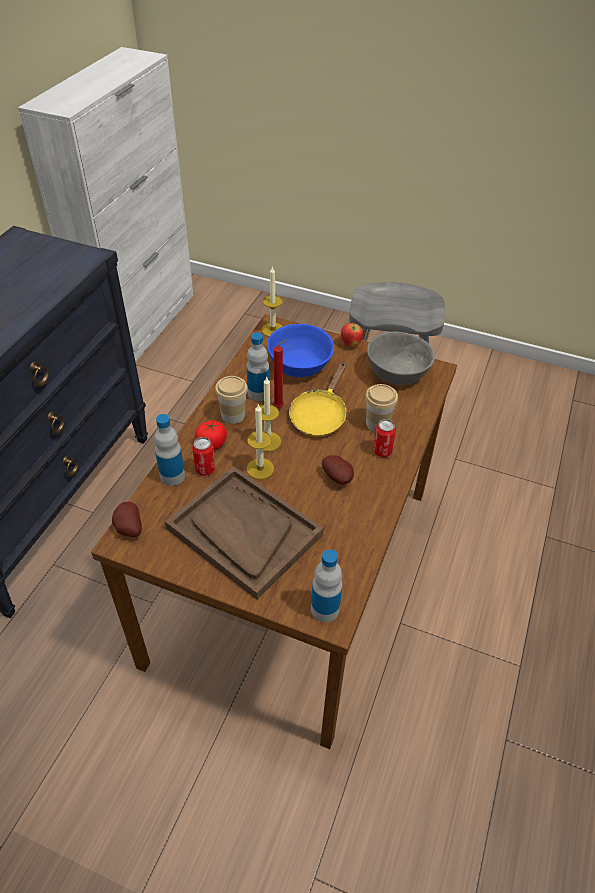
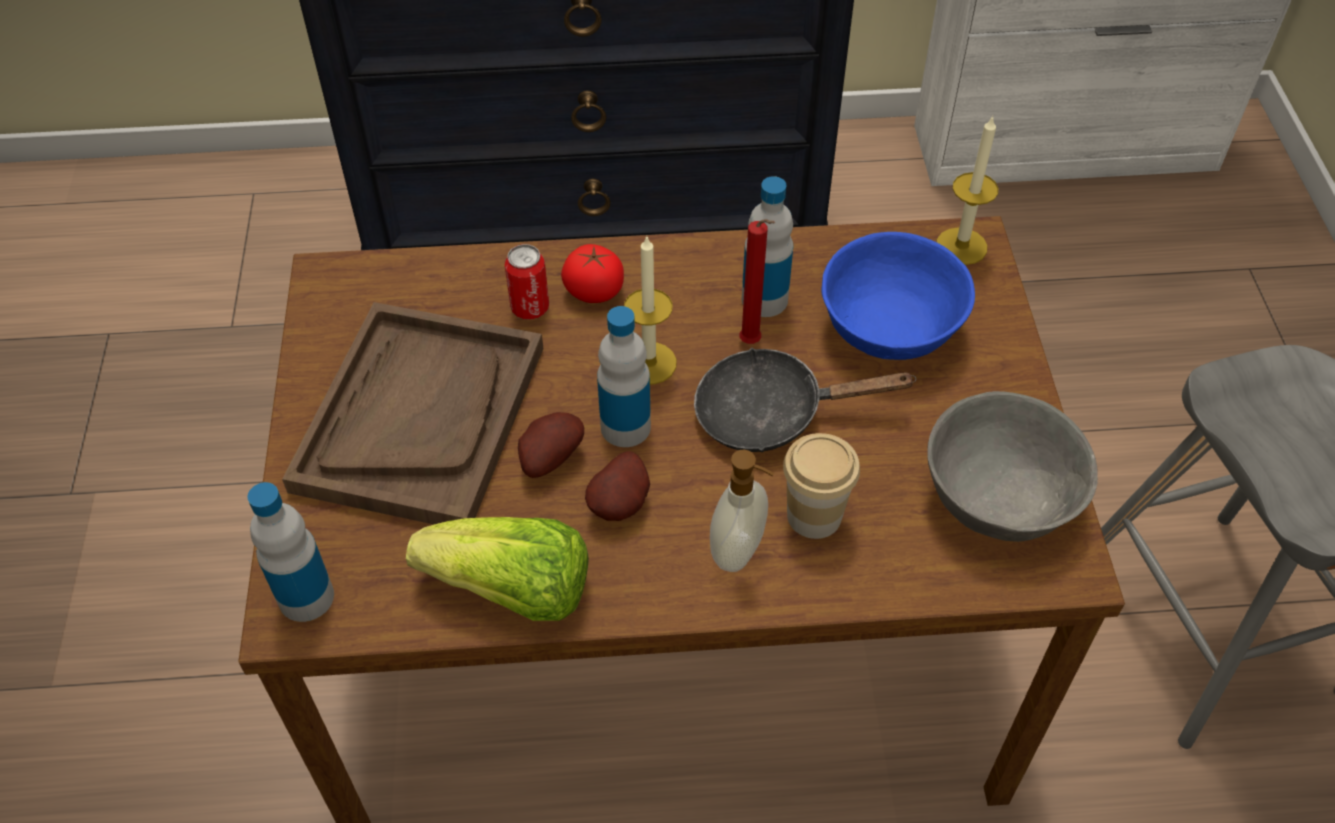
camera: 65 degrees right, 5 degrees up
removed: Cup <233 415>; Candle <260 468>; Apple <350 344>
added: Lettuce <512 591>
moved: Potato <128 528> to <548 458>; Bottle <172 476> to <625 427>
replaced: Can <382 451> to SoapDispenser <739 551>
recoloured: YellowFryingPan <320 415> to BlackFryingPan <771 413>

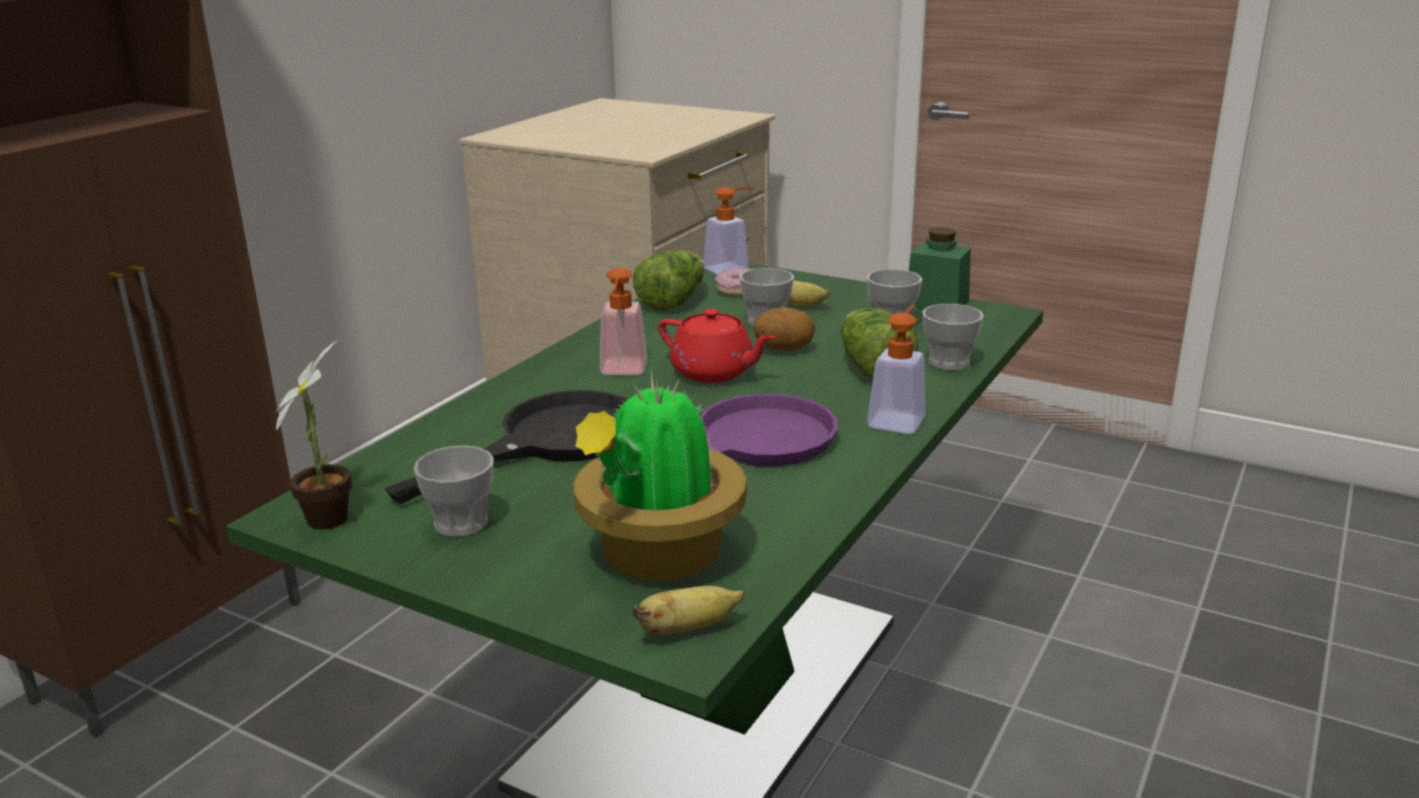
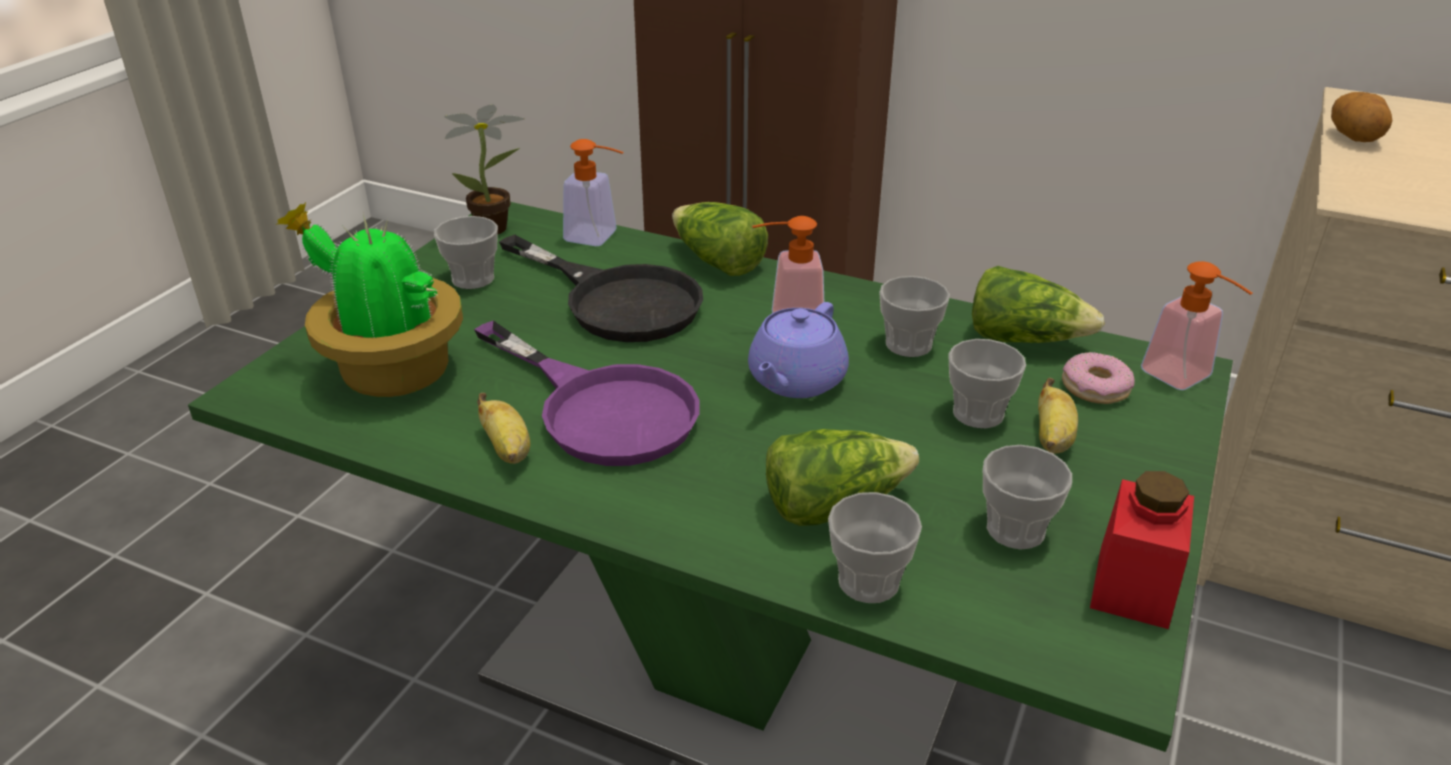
camera: 85 degrees right, 10 degrees up
added: Lettuce <717 262>; Cup <908 344>
moved: Banana <688 629> to <508 450>; SoapDispenser <899 418> to <599 238>; Potato <784 349> to <1354 138>
recoloured: RedTeapot <714 372> to PurpleTeapot <795 380>; GreenJar <937 303> to RedJar <1133 586>

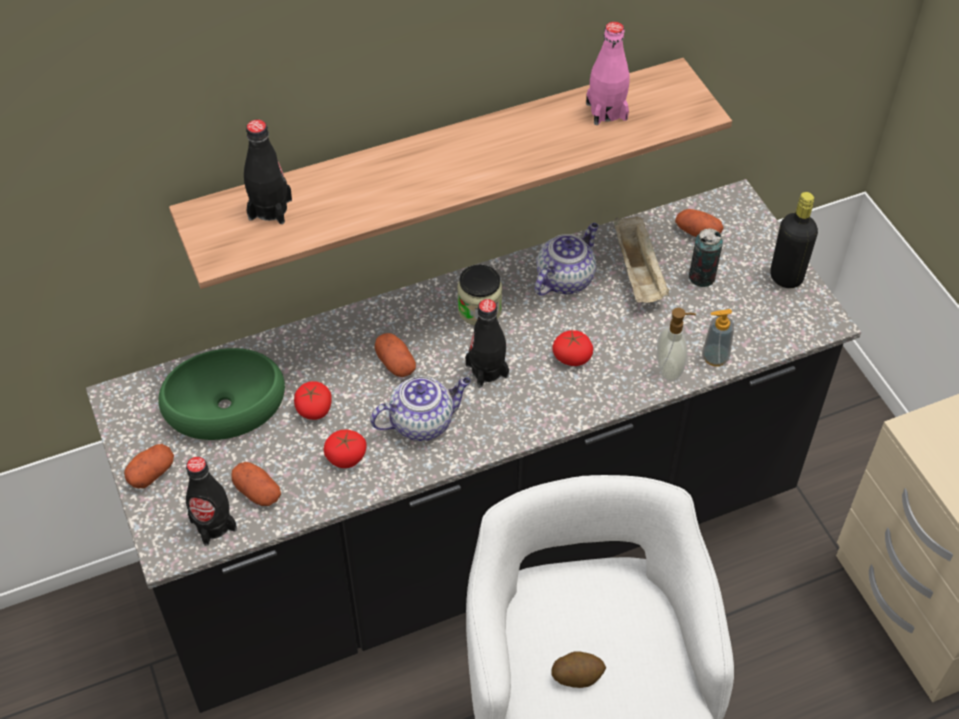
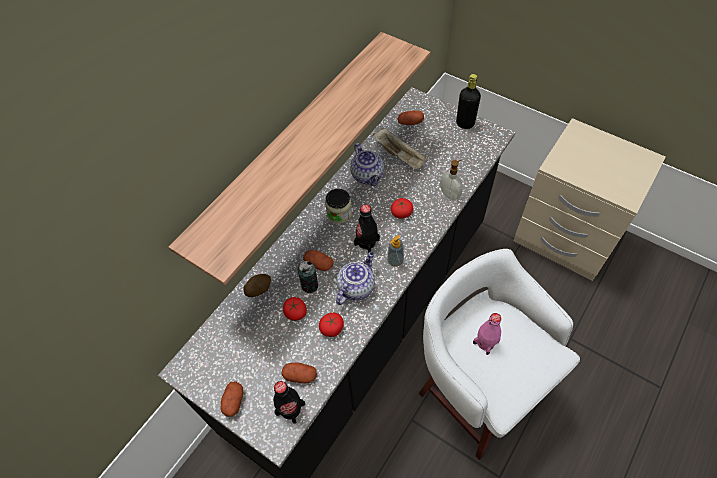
camera: 30 degrees left, 5 degrees up
removed: GreenBowl <225 404>; BlackBottle <270 209>
moved: Potato <577 675> to <259 289>; Can <702 277> to <310 286>; SoapDispenser <715 357> to <395 260>; PinkBottle <606 111> to <485 342>
turned: Teapot <565 278> = <368 176> 150 degrees clockwise

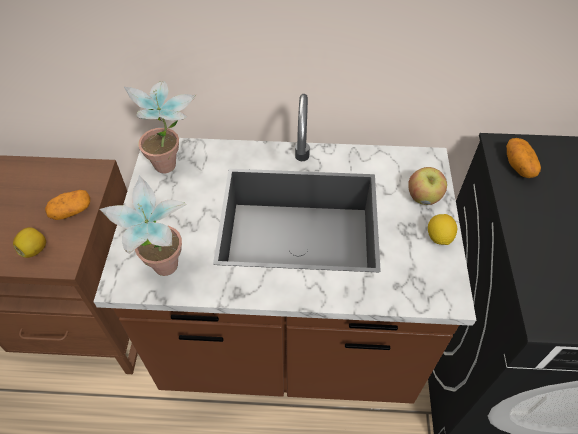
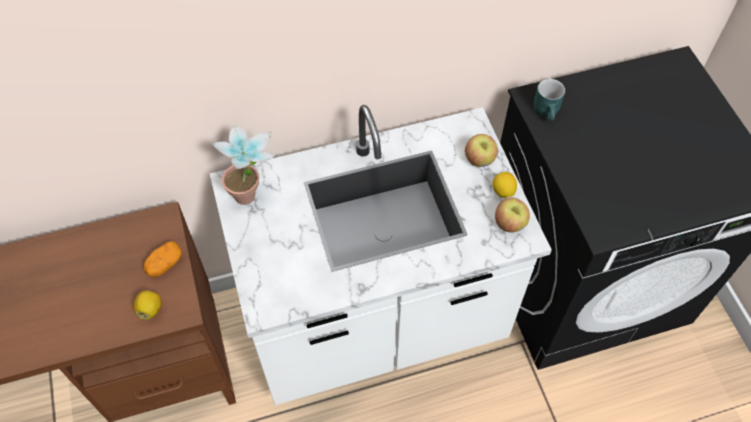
camera: 20 degrees left, 5 degrees up
removed: PottedPlant <165 274>
added: Apple <509 224>
replaced: Potato <519 166> to TurquoiseMug <548 112>
recoloured: BrownCounter <289 344> to WhiteCounter <375 323>

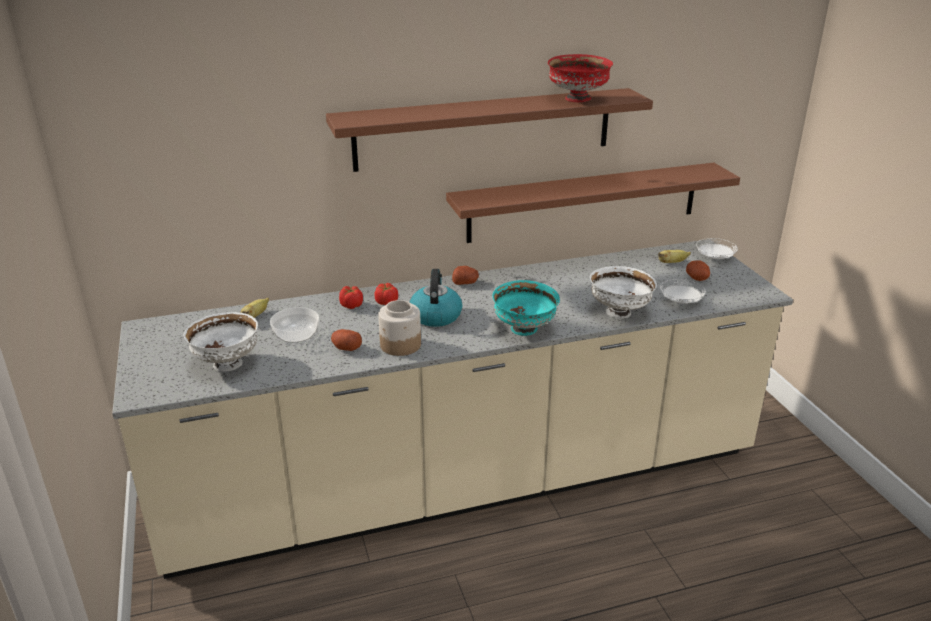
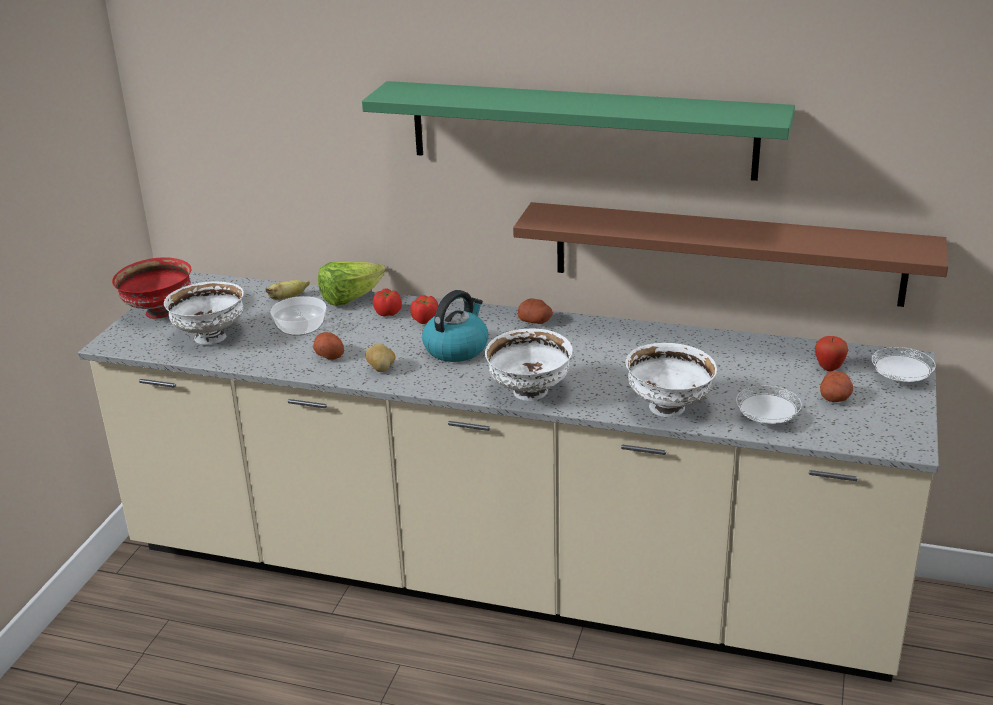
camera: 35 degrees right, 0 degrees up
added: Lettuce <350 298>
moved: RedBowl <578 99> to <159 313>
replaced: Jar <400 345> to Potato <381 369>; Banana <672 262> to Apple <829 368>
recoloured: BrownShelf <484 129> to GreenShelf <581 129>; TurquoiseBowl <525 329> to WhiteBowl <530 393>

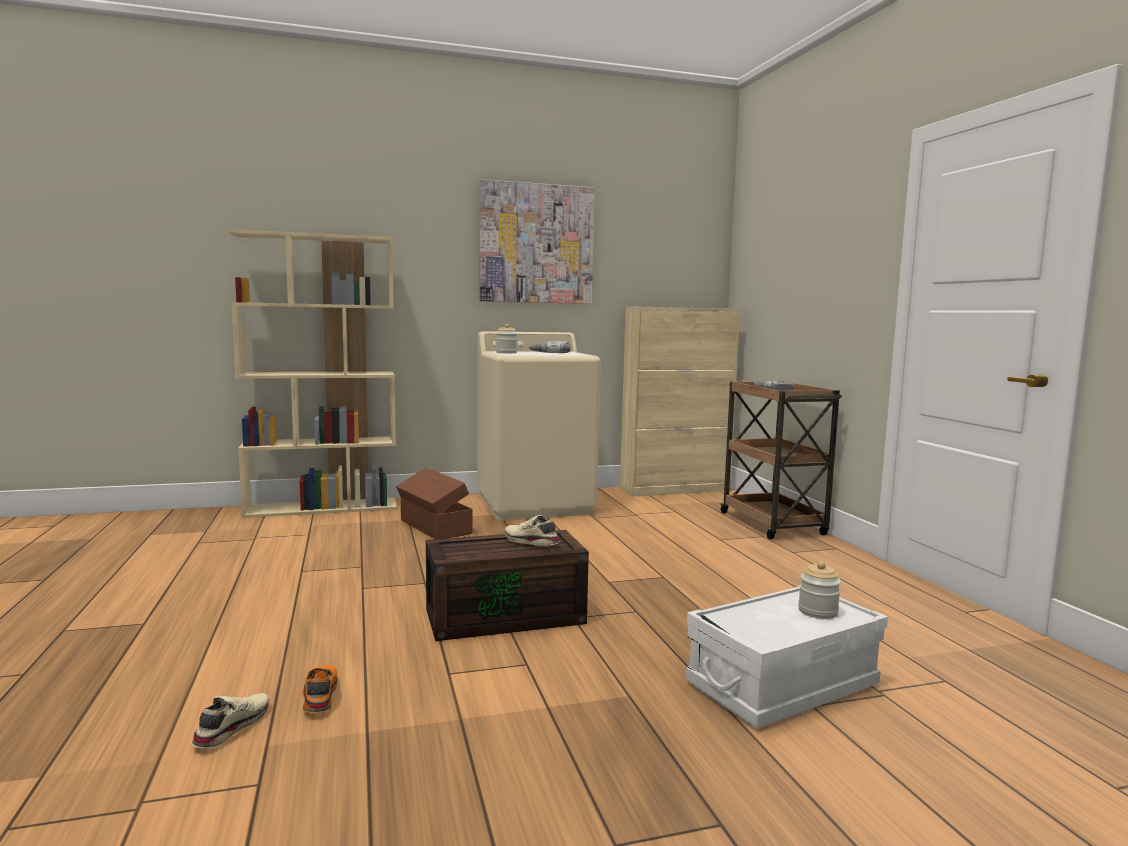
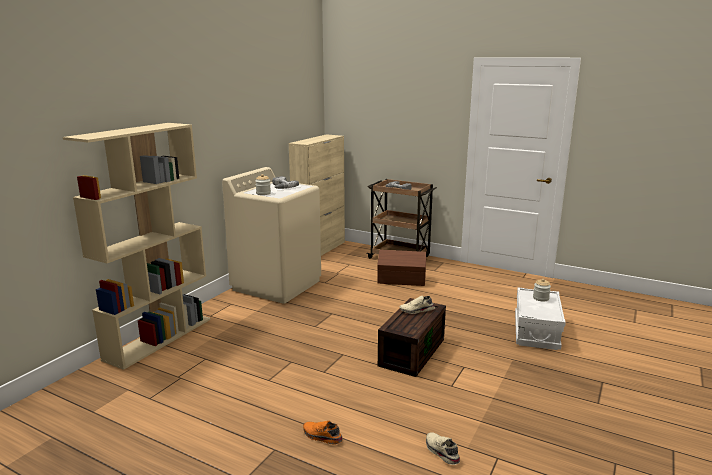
camera: 45 degrees left, 10 degrees up
removed: Picture <536 244>
moved: OrangeShoe <318 696> to <321 437>; BrownStorageBox <434 527> to <402 281>

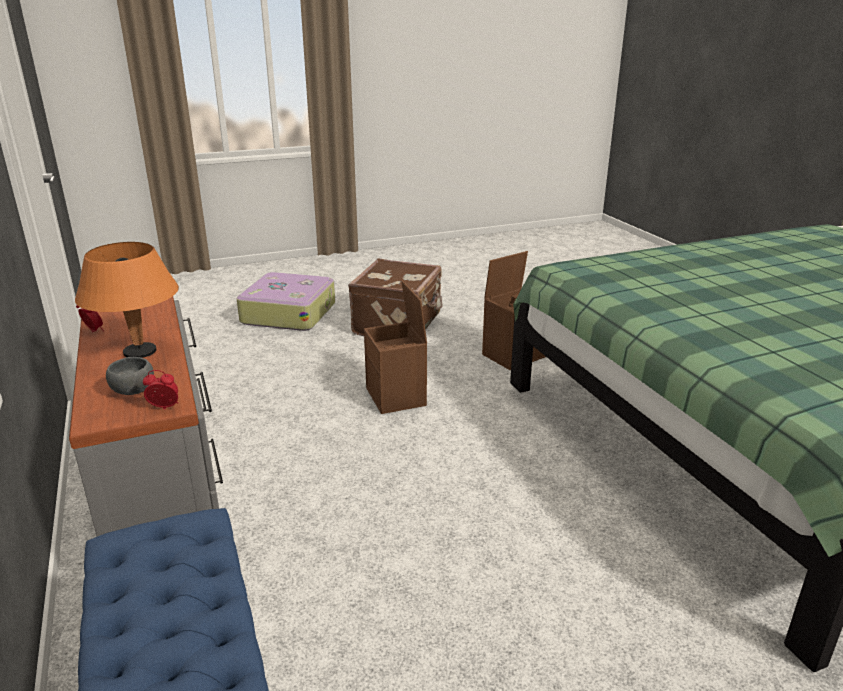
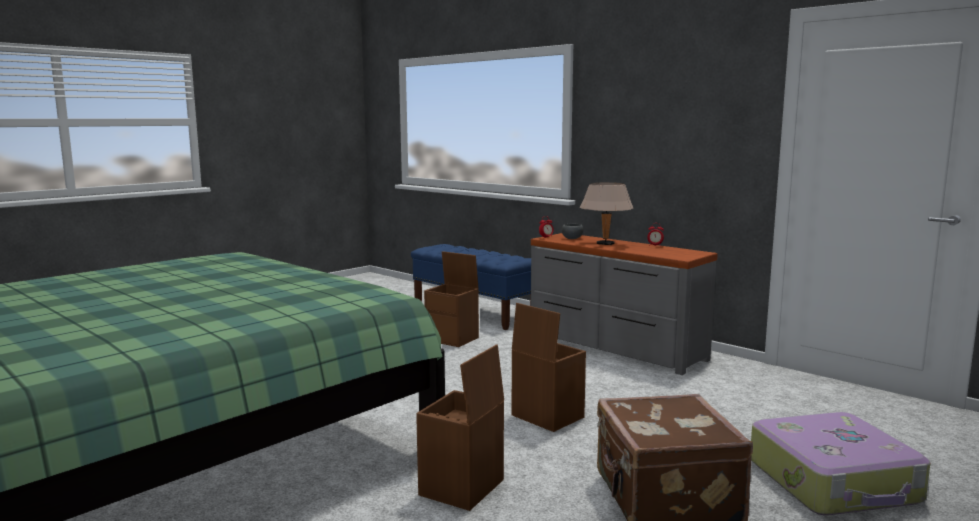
camera: 155 degrees right, 15 degrees down
added: BrownStorageBox <453 339>
recoloured: OrangeTableLamp <140 353> to BeigeTableLamp <605 244>

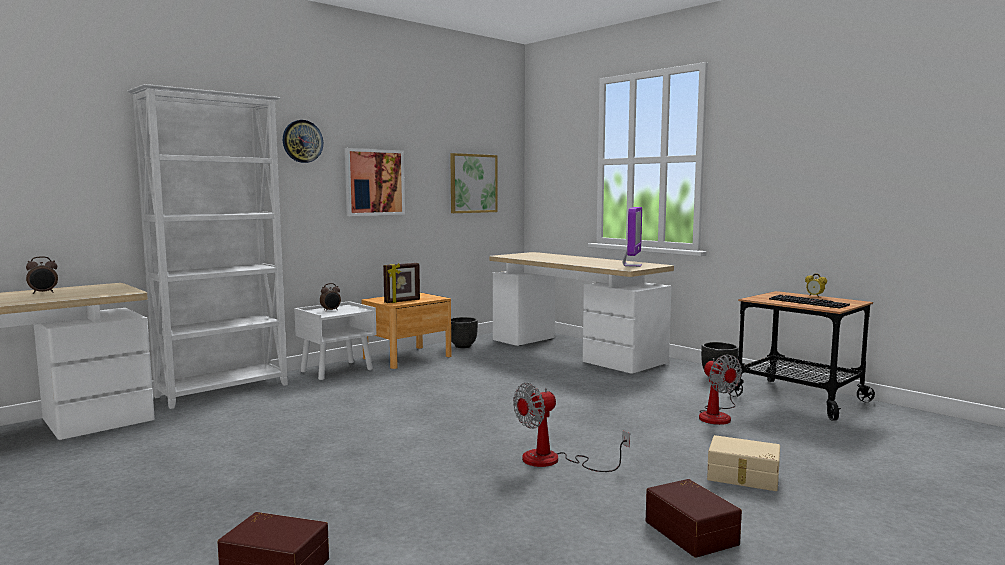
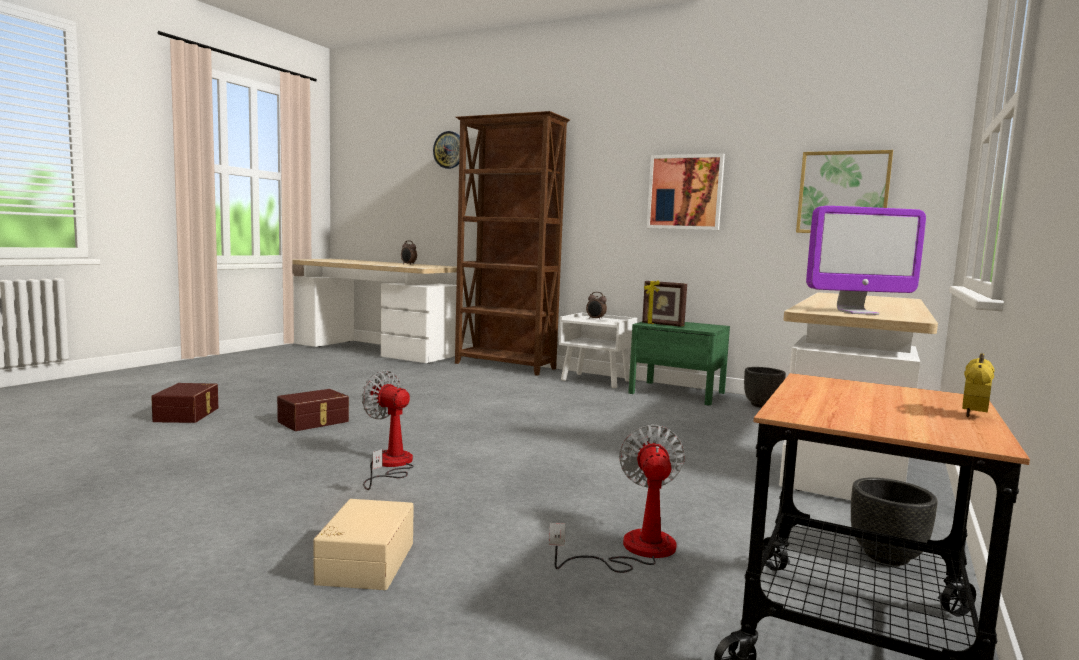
camera: 70 degrees right, 0 degrees up
removed: Keyboard <809 302>
moved: BrownStorageBox <692 532> to <314 422>; WallClock <302 141> to <449 150>
recoloured: WhiteBookcase <224 391> to BrownBookcase <505 366>; BrownNightstand <407 357> to GreenNightstand <677 393>
turned: Fan <717 415> = <634 550> 135 degrees clockwise

